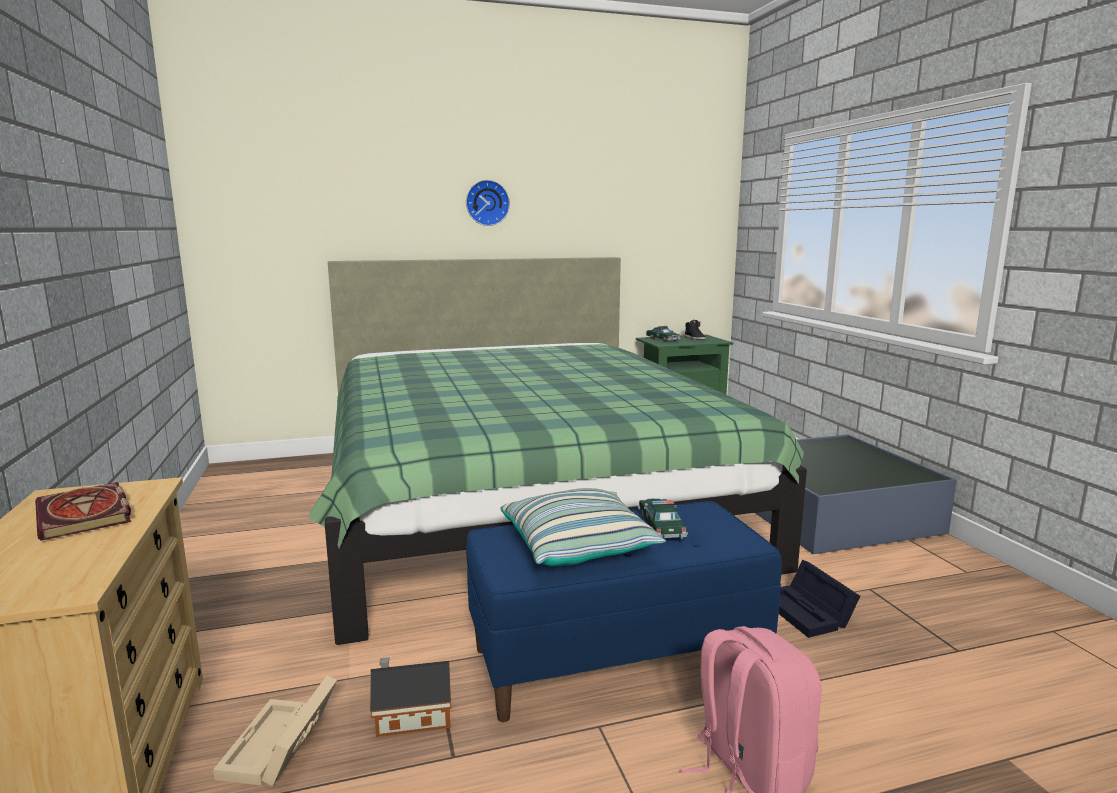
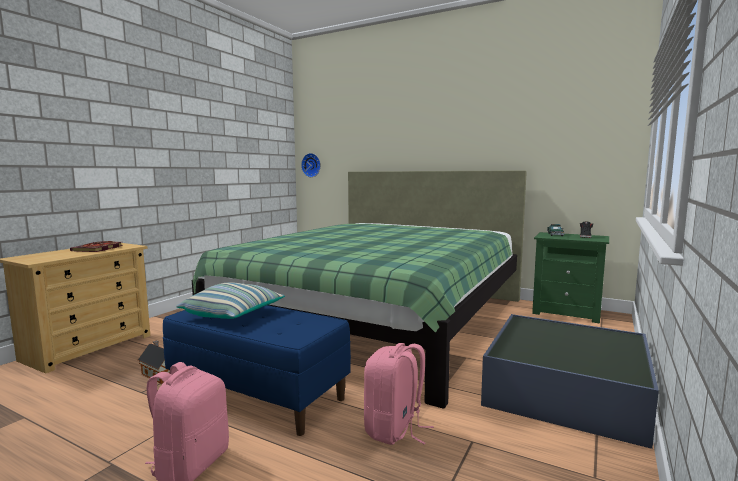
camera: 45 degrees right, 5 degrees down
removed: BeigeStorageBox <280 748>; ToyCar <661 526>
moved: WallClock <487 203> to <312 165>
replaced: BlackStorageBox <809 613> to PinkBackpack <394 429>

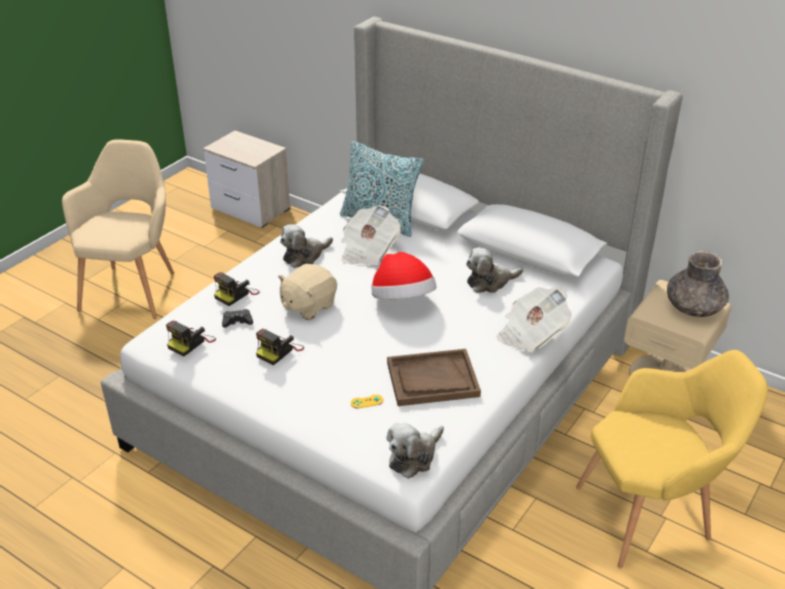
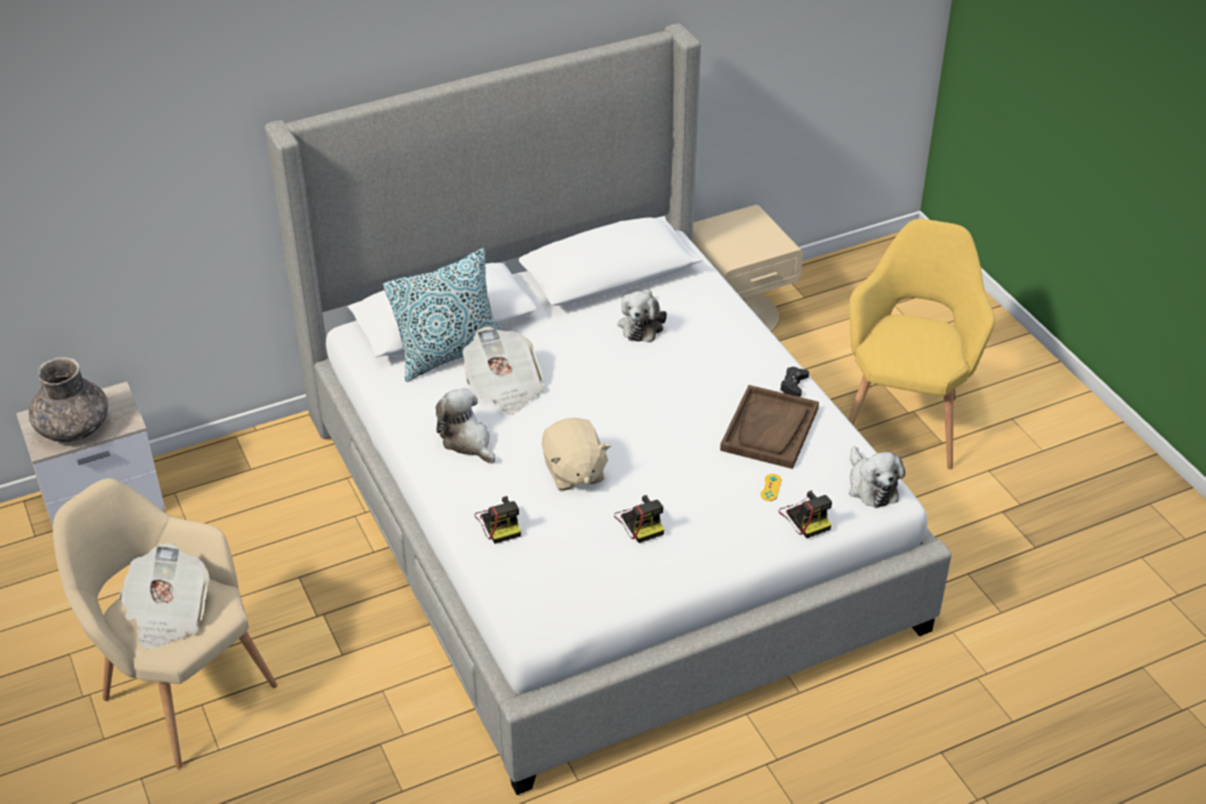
camera: 60 degrees left, 5 degrees up
removed: Hat <402 301>
moved: GreyVase <693 308> to <74 428>; Newspaper <531 334> to <167 614>; PhotoCamera <191 342> to <805 517>; BlackGameController <237 322> to <793 385>
turned: PlushToy <304 255> = <467 441> 150 degrees clockwise

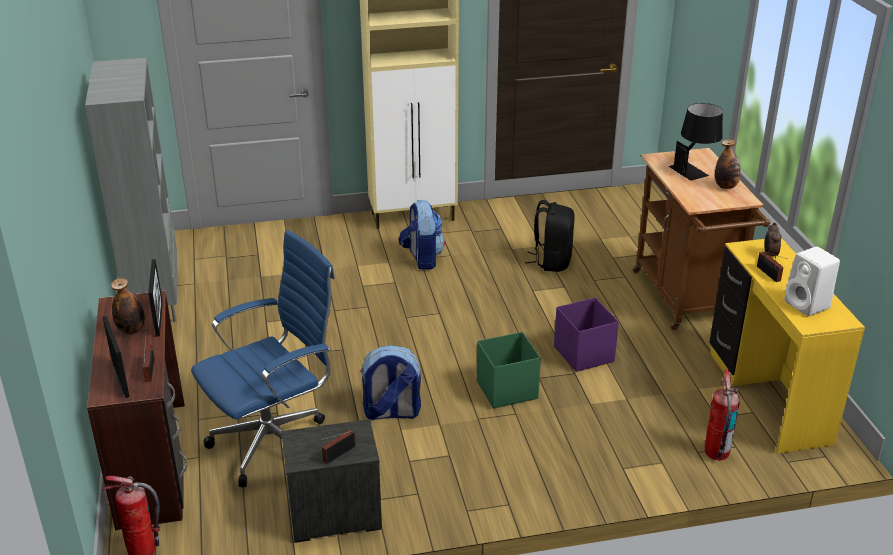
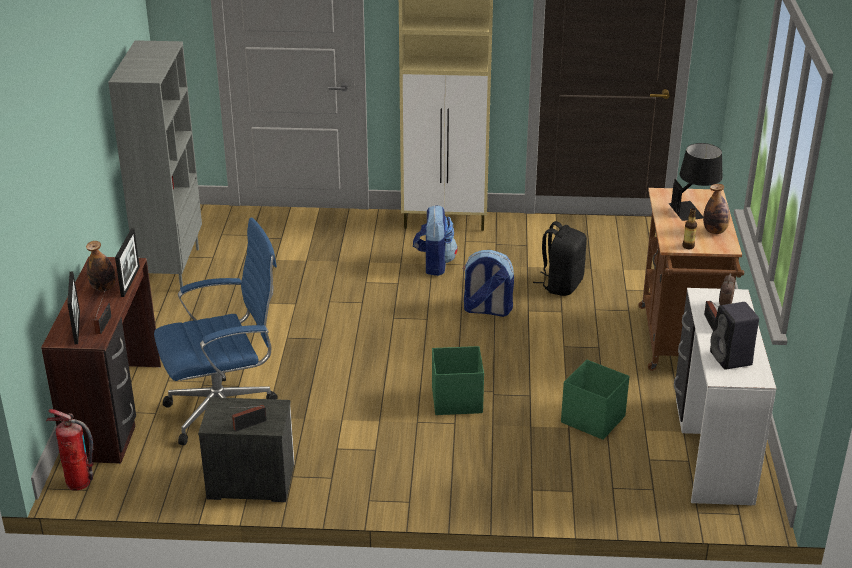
camera: 15 degrees right, 0 degrees up
removed: PurpleStorageBox <583 355>; FireExtinguisher <716 452>
added: GreenStorageBox <592 419>; Bottle <688 246>
moved: Backpack <391 413> to <486 310>
recoloured: YellowDesk <766 397> to WhiteDesk <710 449>; WhiteSpeaker <808 305> to BlackSpeaker <732 359>

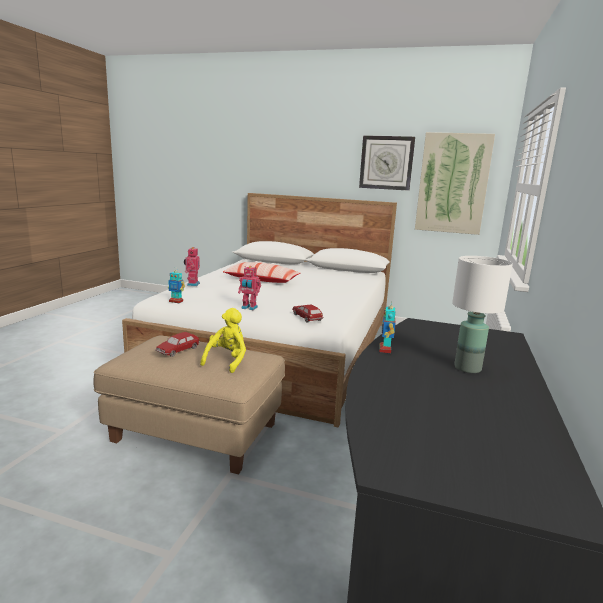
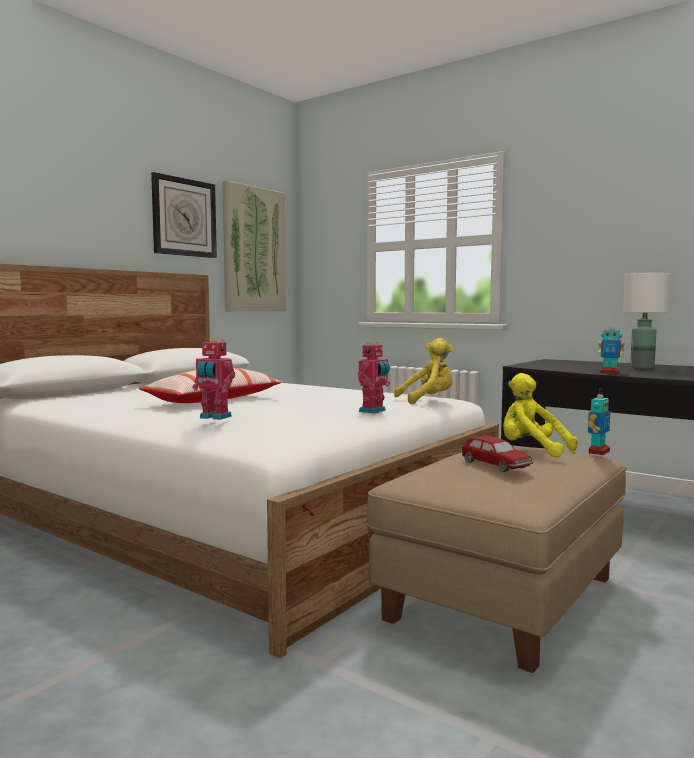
camera: 70 degrees left, 10 degrees down
moved: ToyRobot <176 301> to <598 452>
replaced: ToyCar <306 317> to YellowPlushToy <428 400>

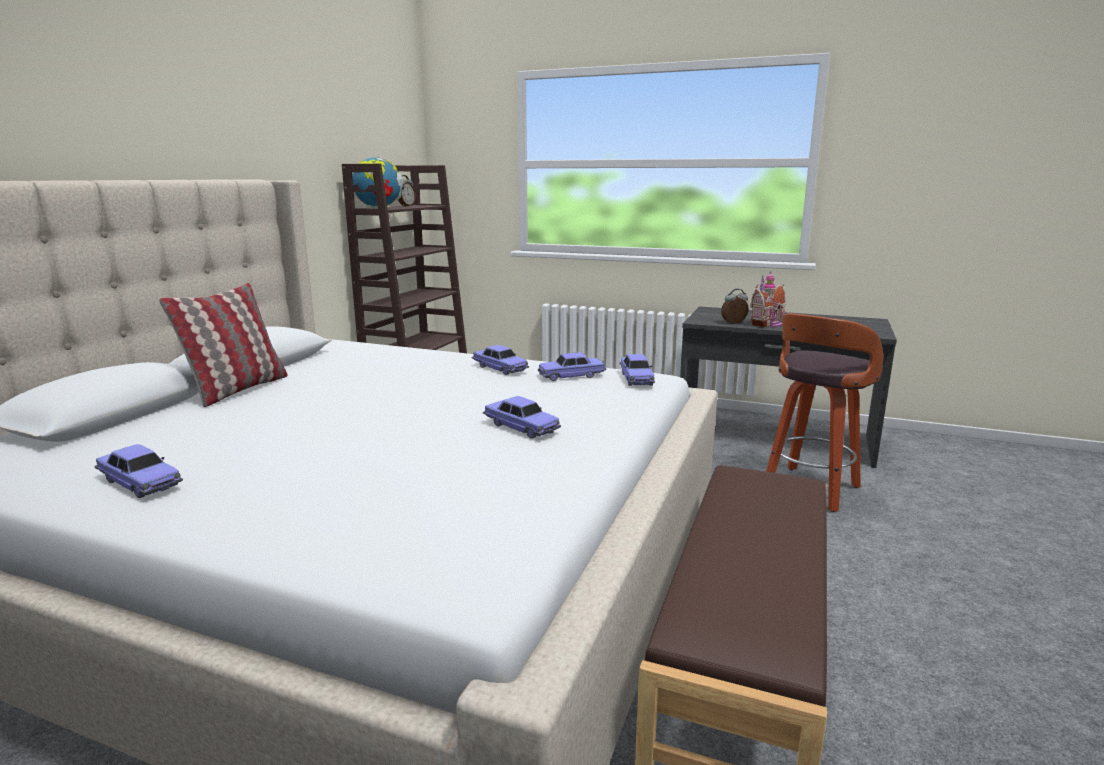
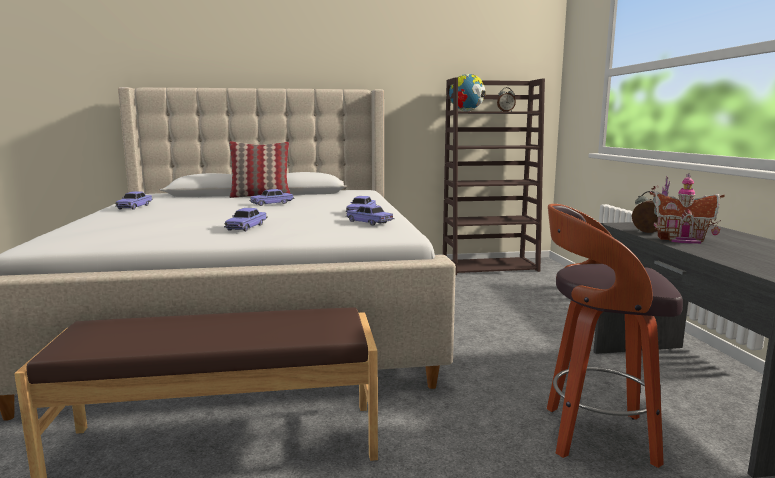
camera: 60 degrees right, 5 degrees down
moved: ToyCar <636 379> to <272 204>

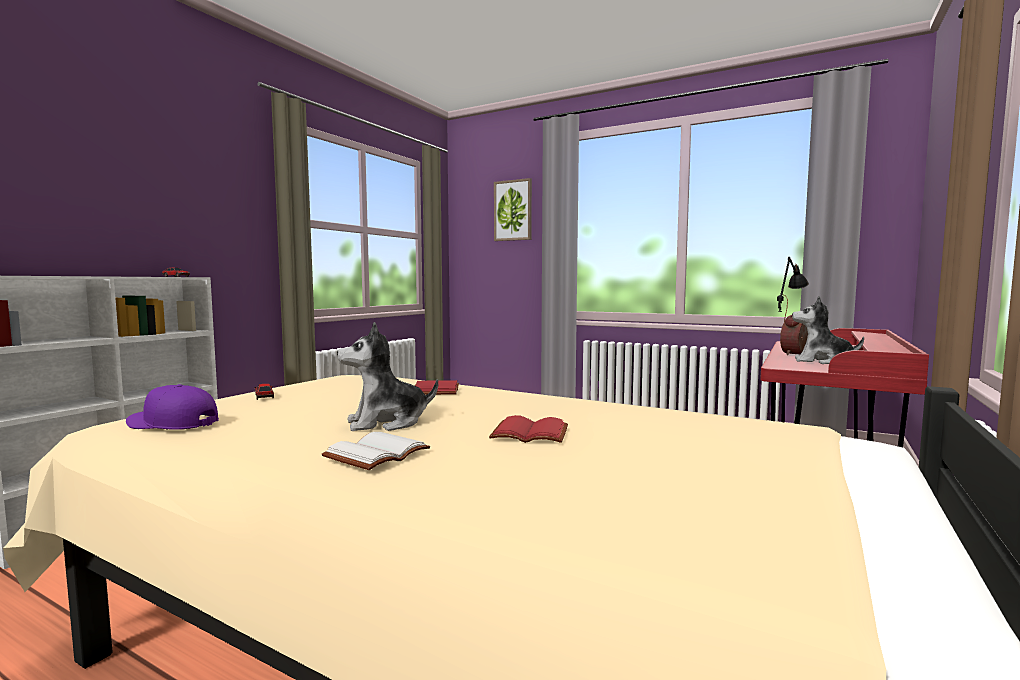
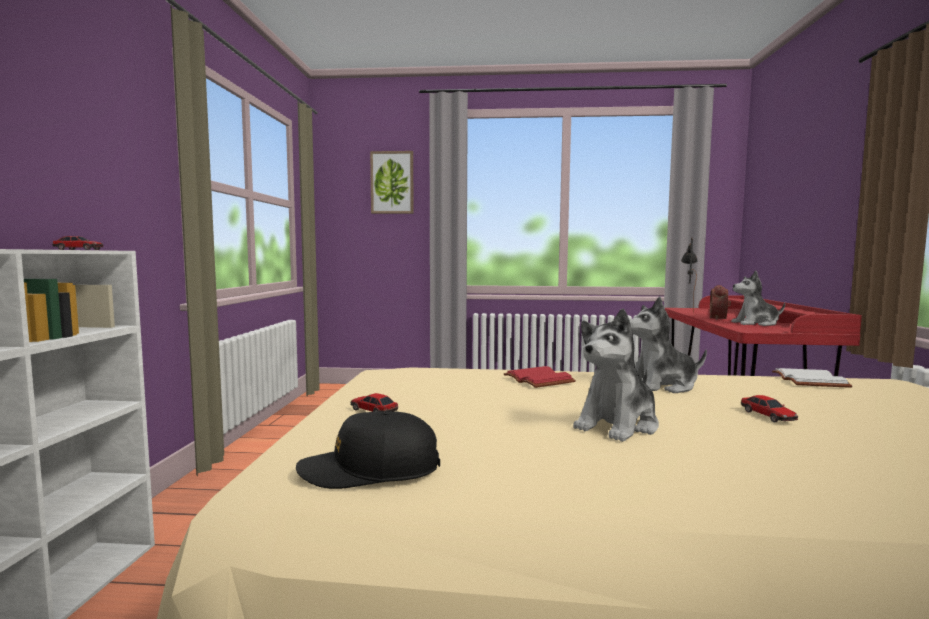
camera: 25 degrees left, 0 degrees up
added: PlushToy <661 386>
moved: WhiteBook <377 455> to <812 381>
replaced: RedBook <531 433> to ToyCar <767 415>
recoloured: PurpleCap <172 424> to BlackCap <370 470>

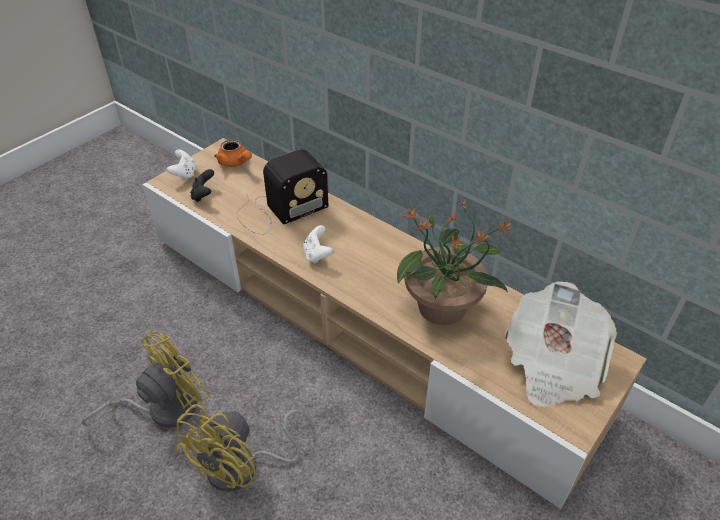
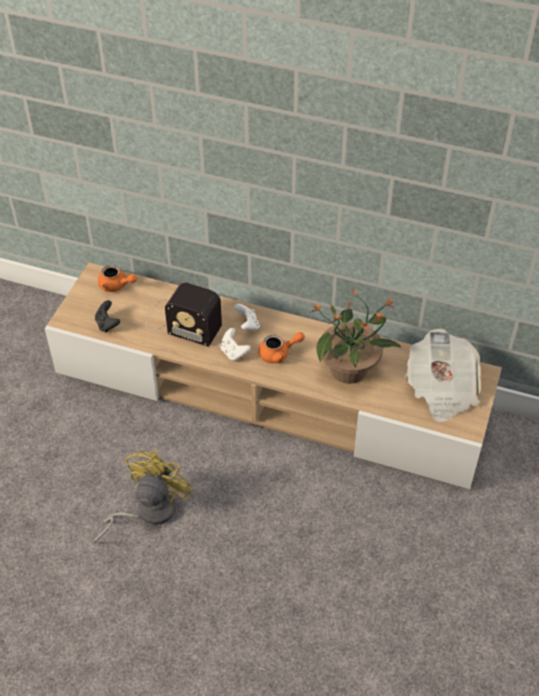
camera: 20 degrees left, 5 degrees up
removed: YellowFan <244 467>
added: OrangeTeapot <279 353>
moved: WhiteGameController <184 174> to <247 325>
turned: Radio <278 210> = <181 322> 75 degrees clockwise

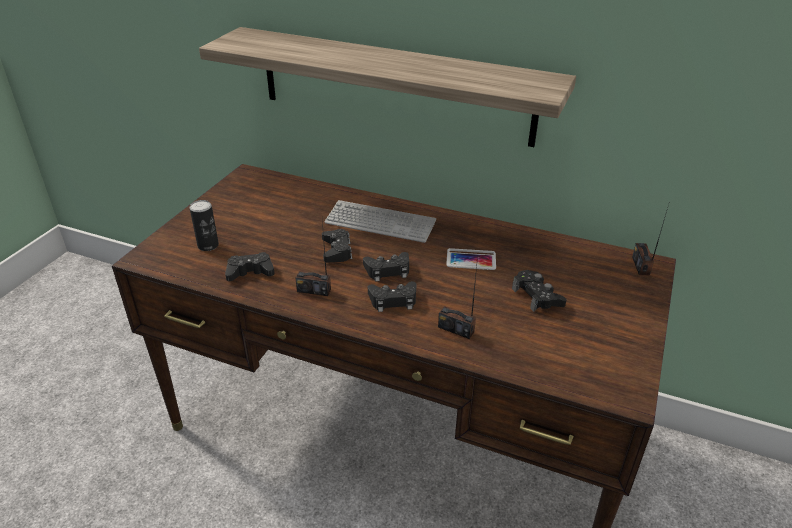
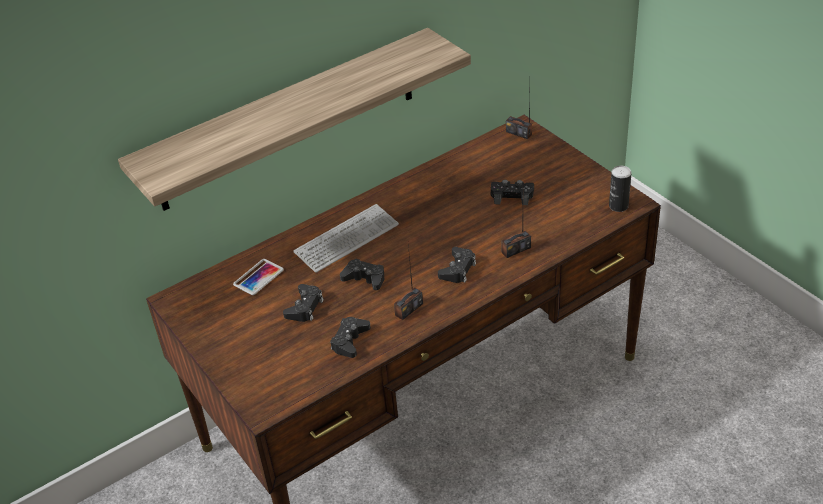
camera: 55 degrees left, 5 degrees up
moved: Phone <471 260> to <258 277>; BlackGameController <388 270> to <305 307>; Can <208 245> to <618 206>

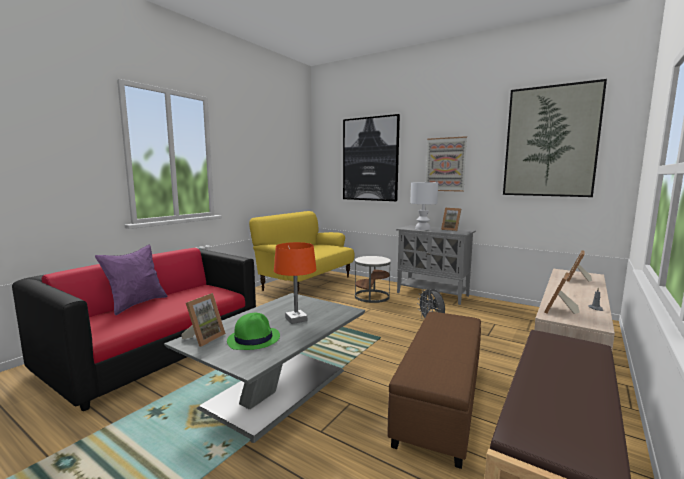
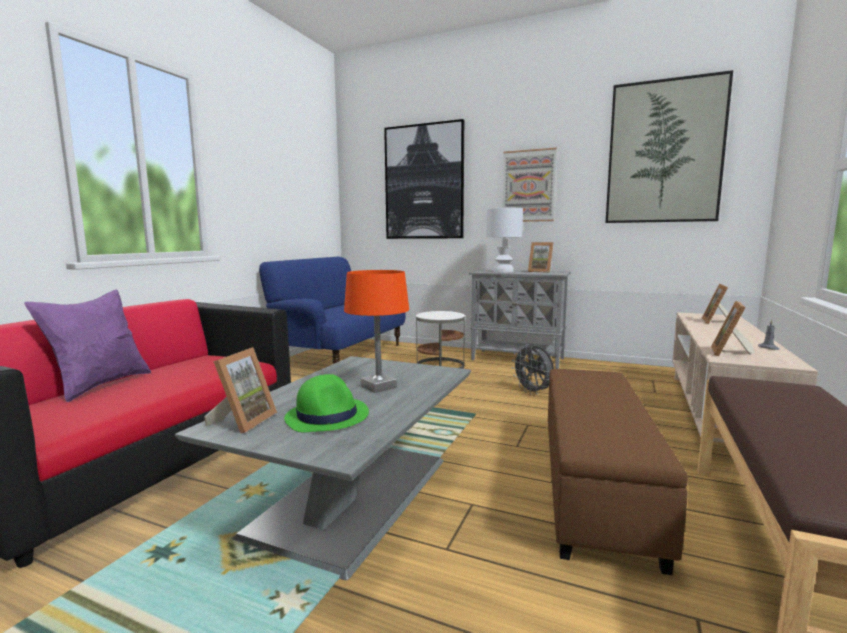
camera: 10 degrees left, 0 degrees up
recoloured: YellowSofa <306 283> to BlueSofa <342 355>

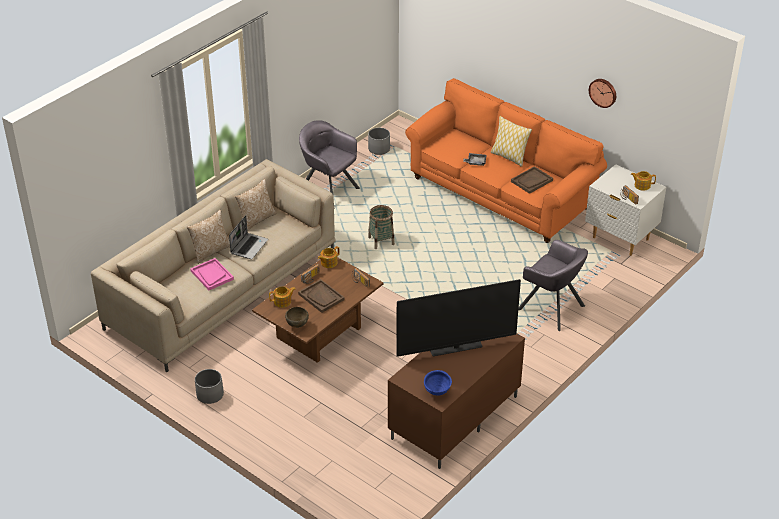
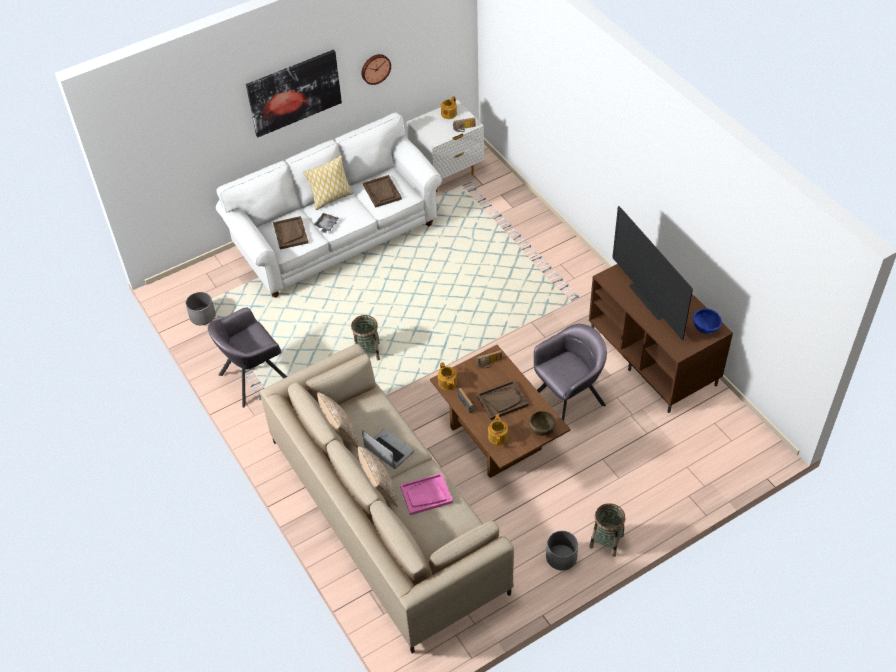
camera: 70 degrees left, 10 degrees up
added: Picture <294 92>; BrownTray <290 233>; Basket <606 541>
moved: GreyArmchair <551 308> to <568 401>
recoloured: OrangeSofa <501 194> to WhiteSofa <336 237>
turned: Television <456 348> = <647 301> 150 degrees clockwise

